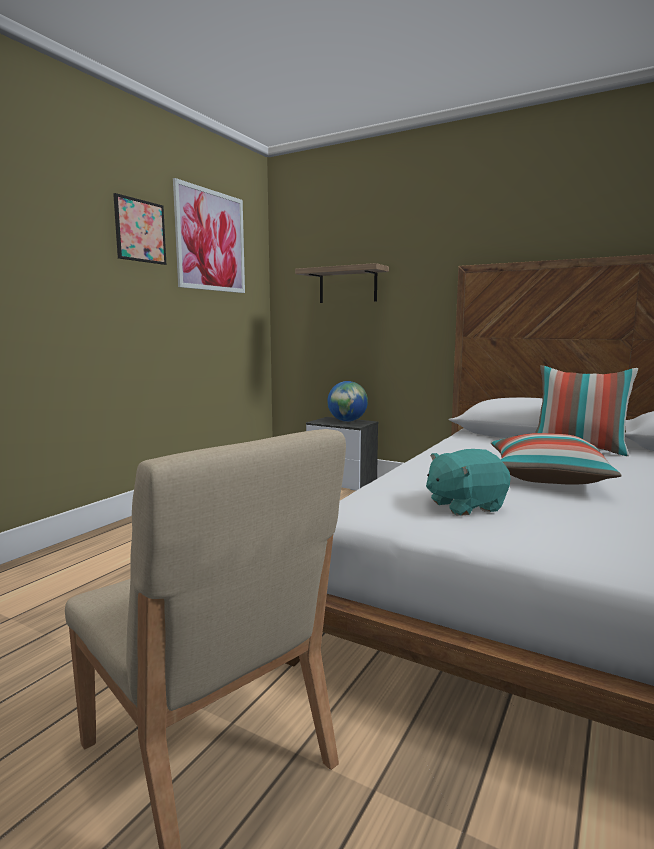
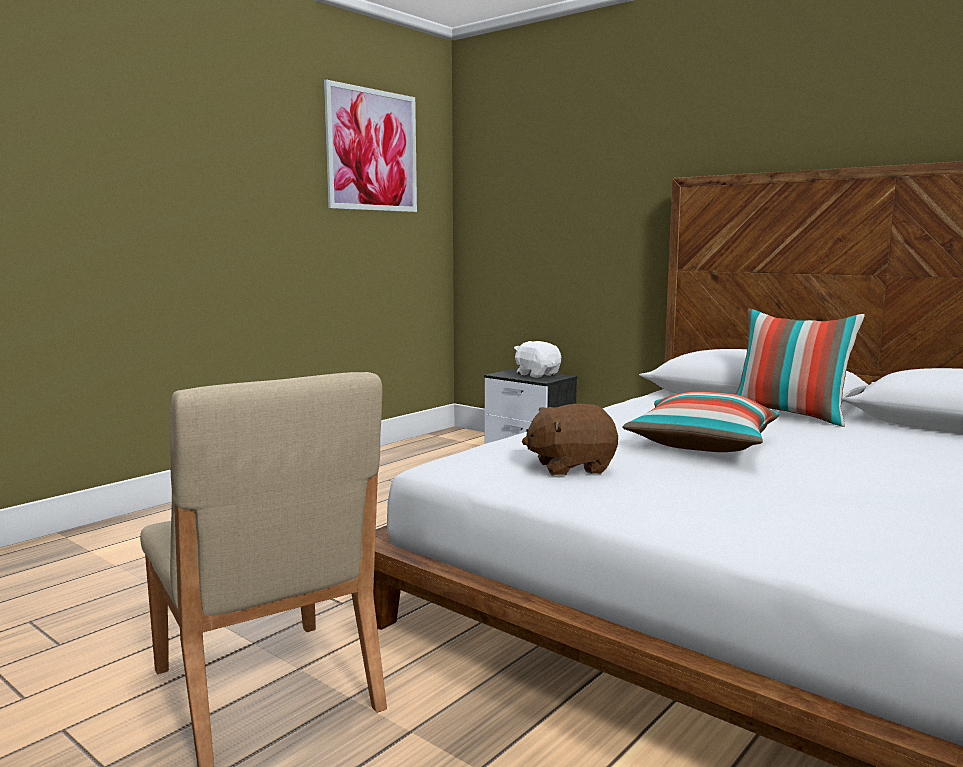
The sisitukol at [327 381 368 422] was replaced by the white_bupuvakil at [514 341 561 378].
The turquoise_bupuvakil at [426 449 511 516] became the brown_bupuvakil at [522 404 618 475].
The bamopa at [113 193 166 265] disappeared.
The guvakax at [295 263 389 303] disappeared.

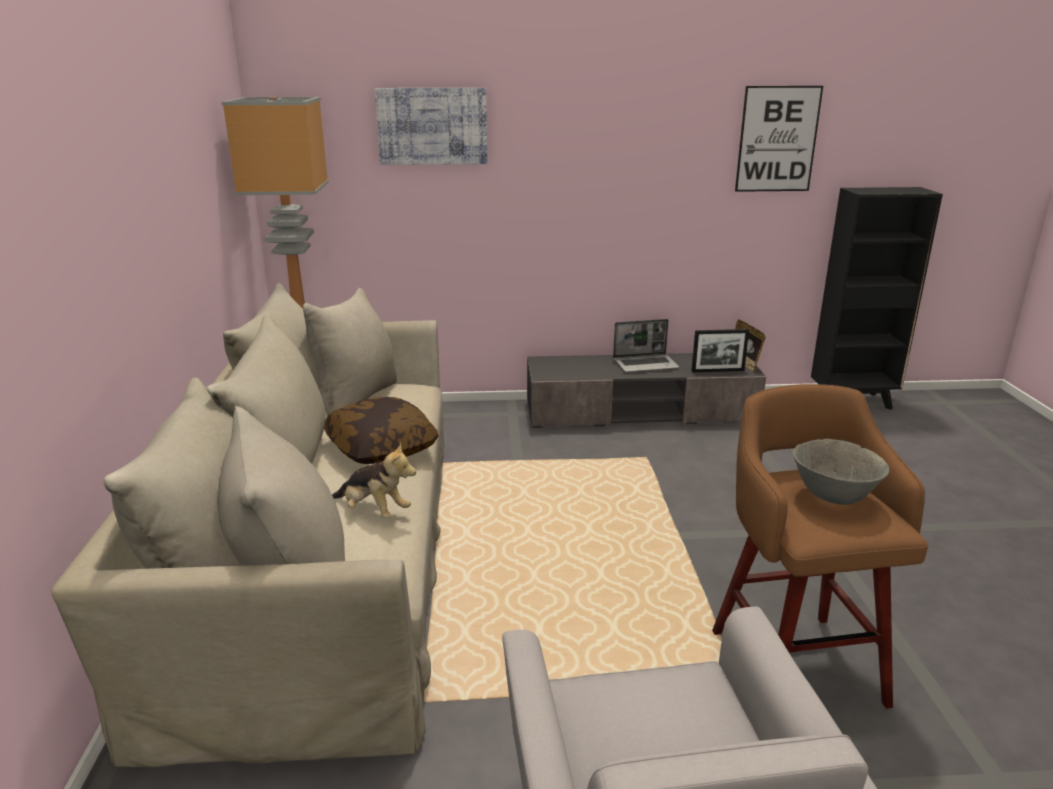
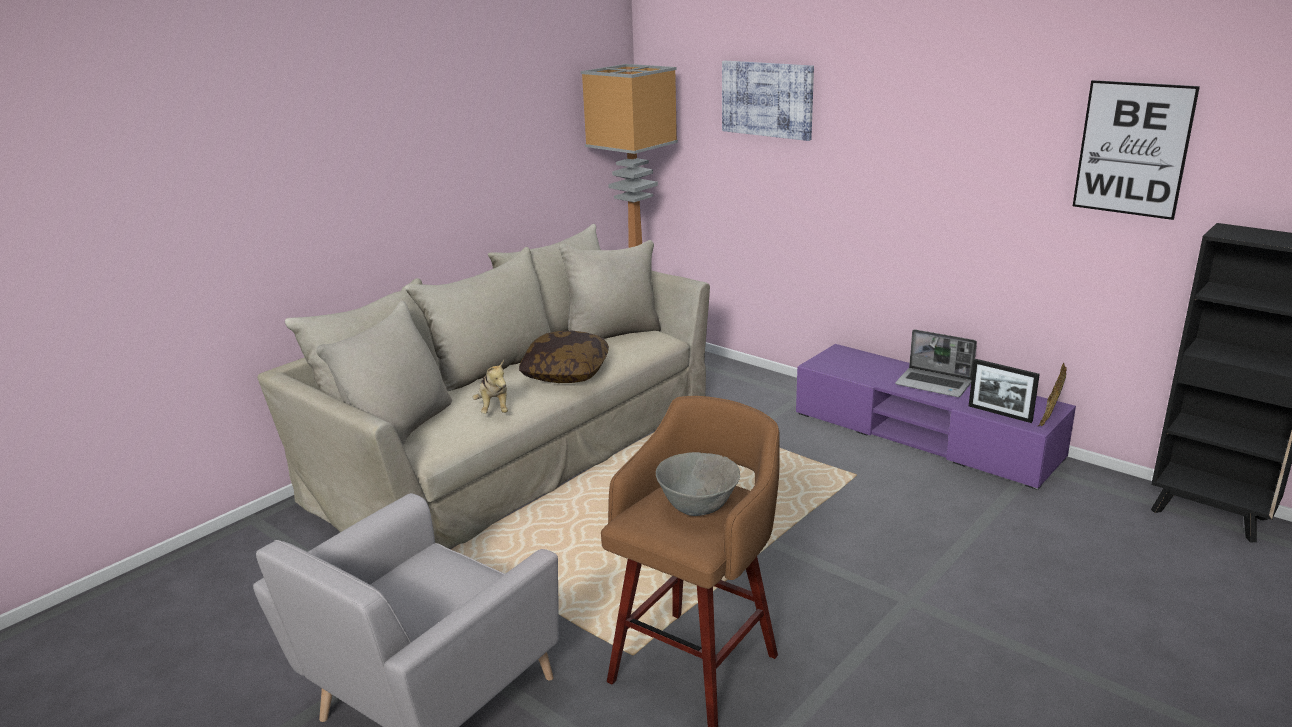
The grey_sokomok at [527 353 766 428] became the purple_sokomok at [796 344 1076 490].

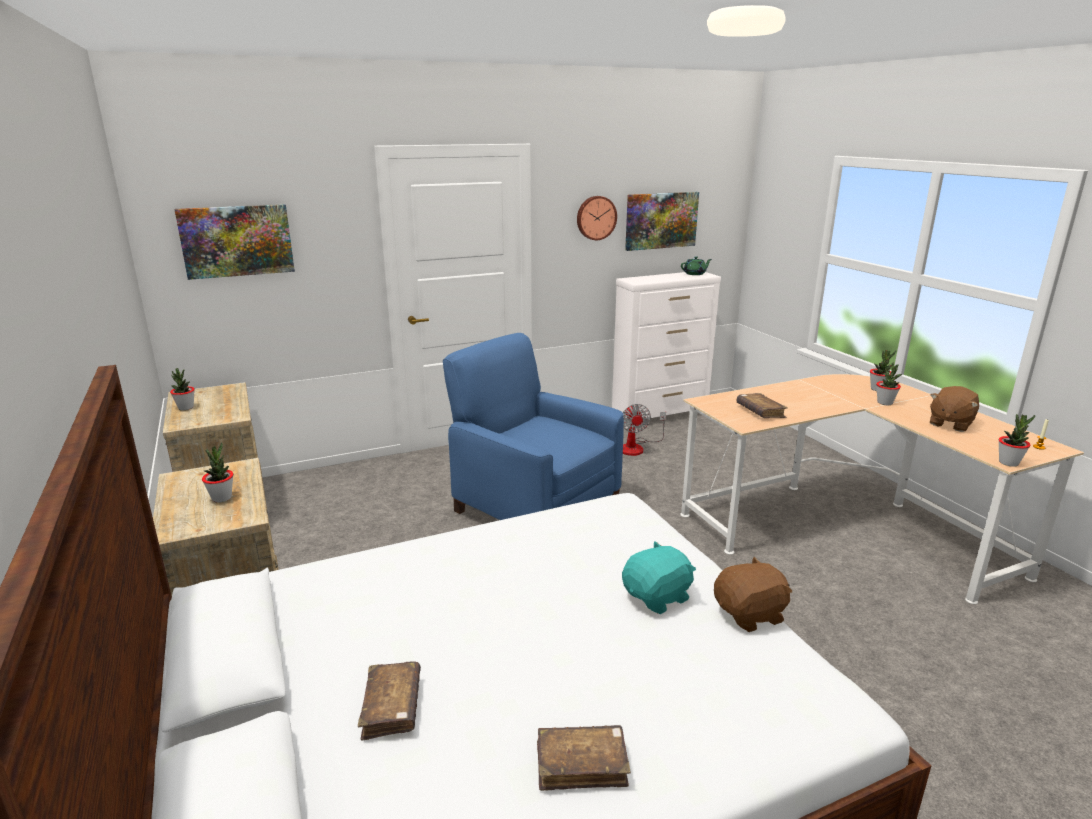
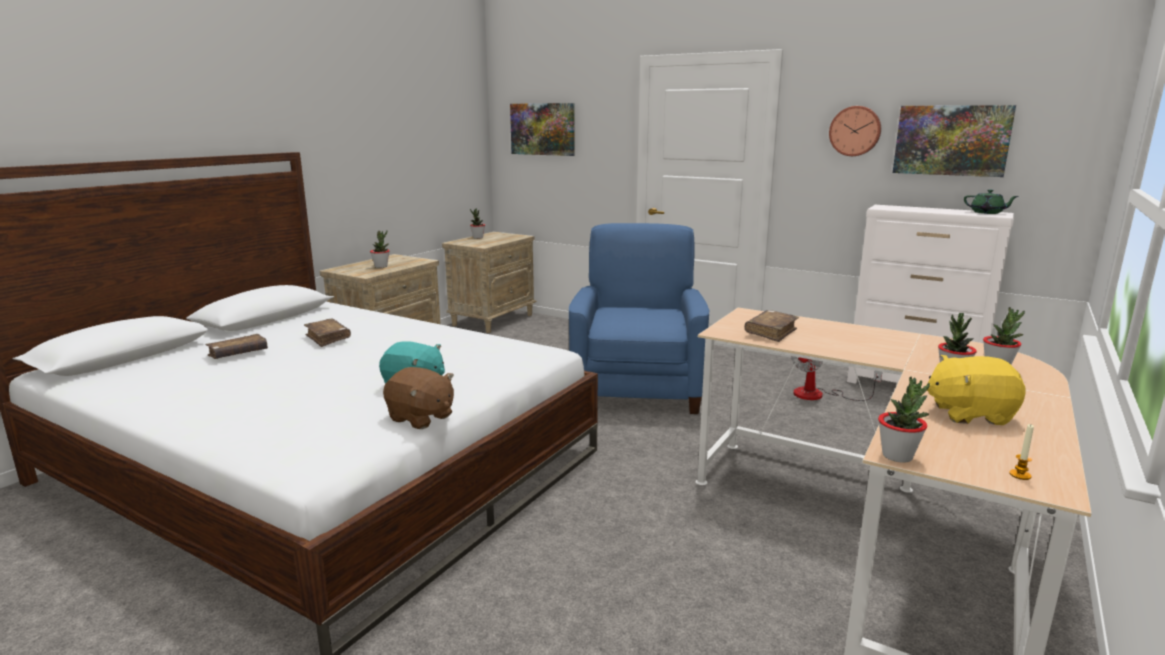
The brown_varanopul moved from [537 725 631 791] to [304 319 351 347].
The brown_bupuvakil at [930 386 979 432] became the yellow_bupuvakil at [927 355 1026 425].

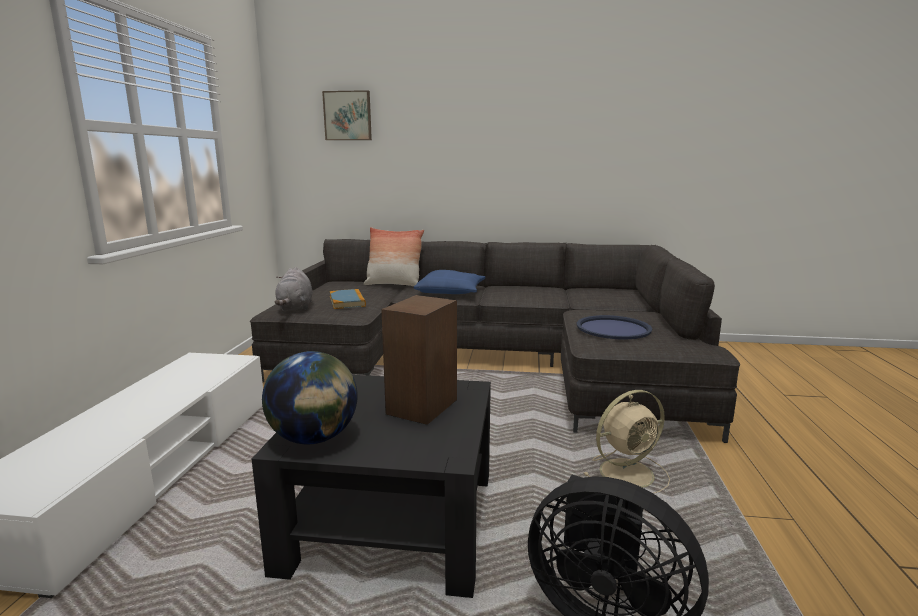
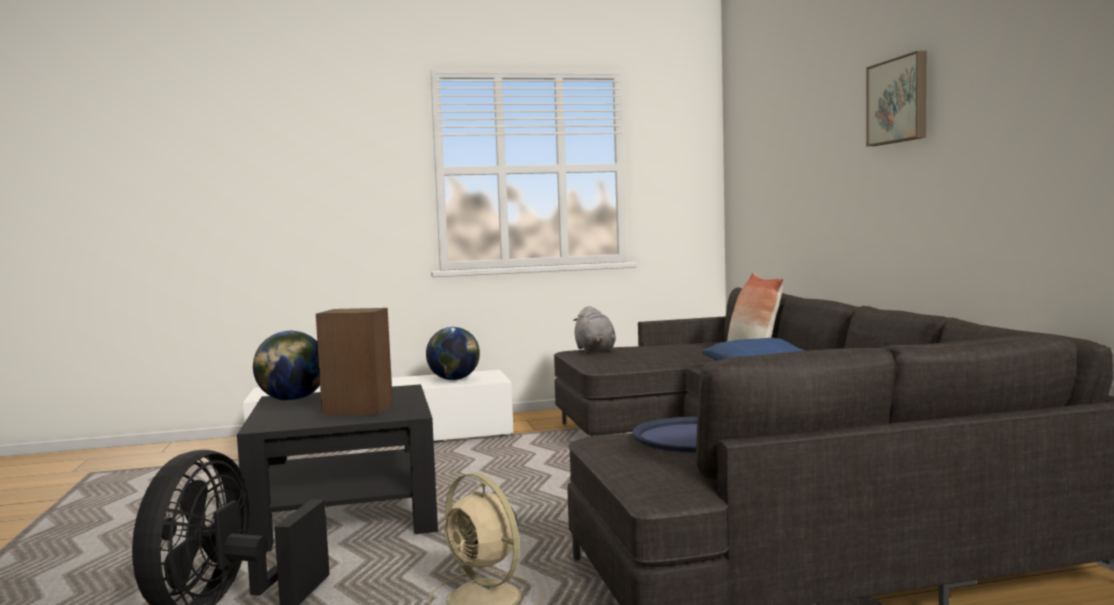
The sisitukol at [426 327 480 380] appeared.
The grey_bupuvakil at [275 267 312 311] turned 75 degrees counterclockwise.
The bamopa moved from [322 90 372 140] to [866 51 927 146].
The varanopul at [329 289 366 309] disappeared.

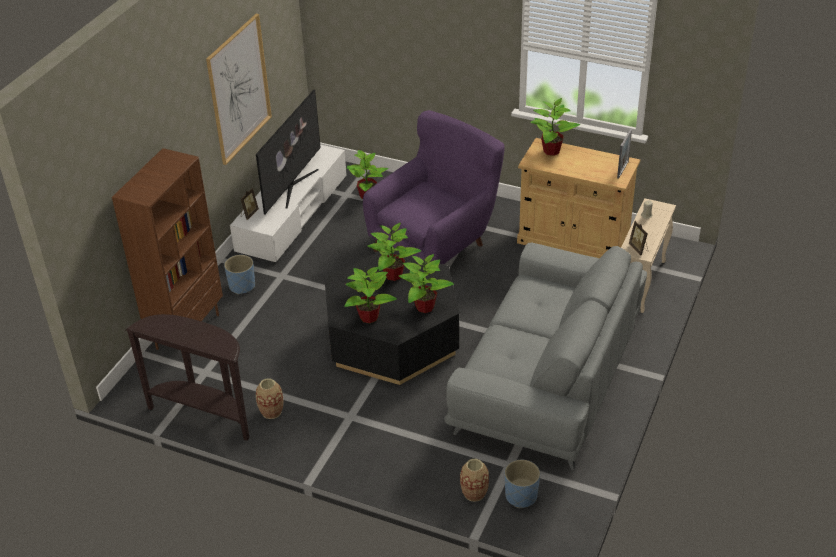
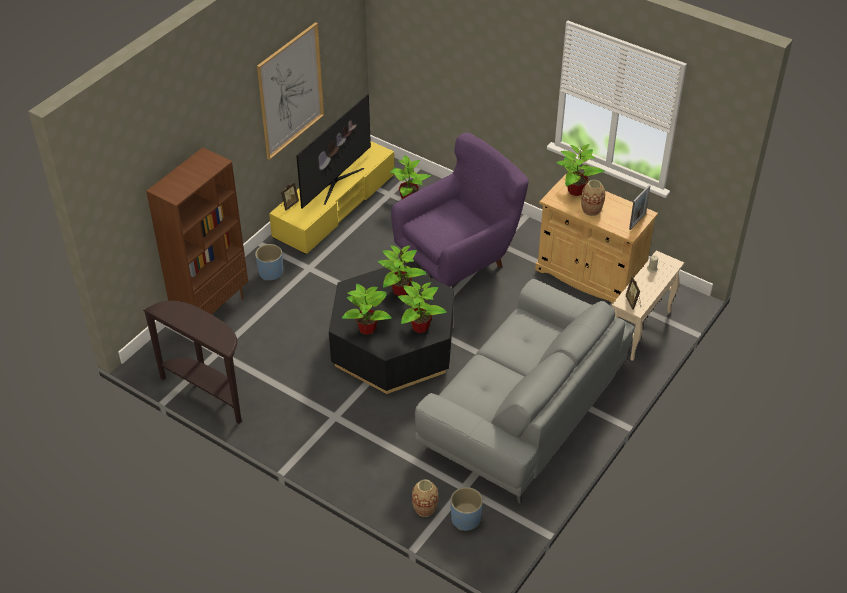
The white_sokomok at [230 145 347 263] became the yellow_sokomok at [269 141 394 254].
The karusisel moved from [256 378 284 419] to [581 180 605 216].

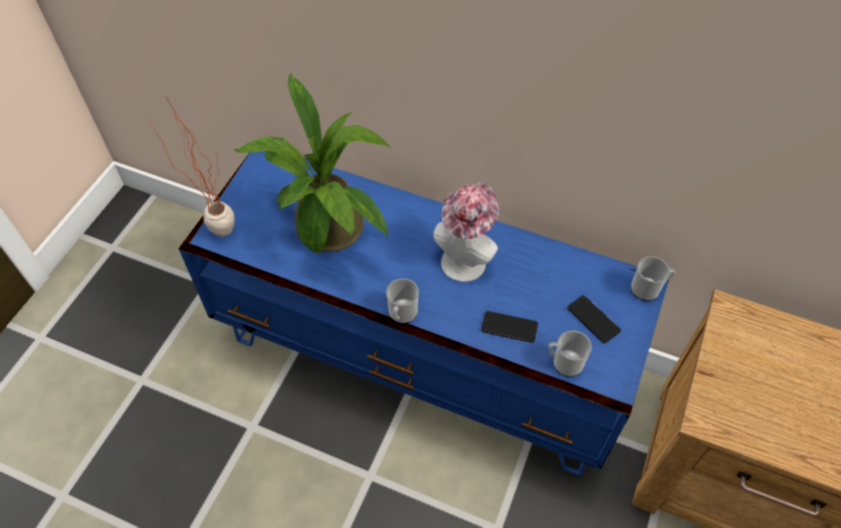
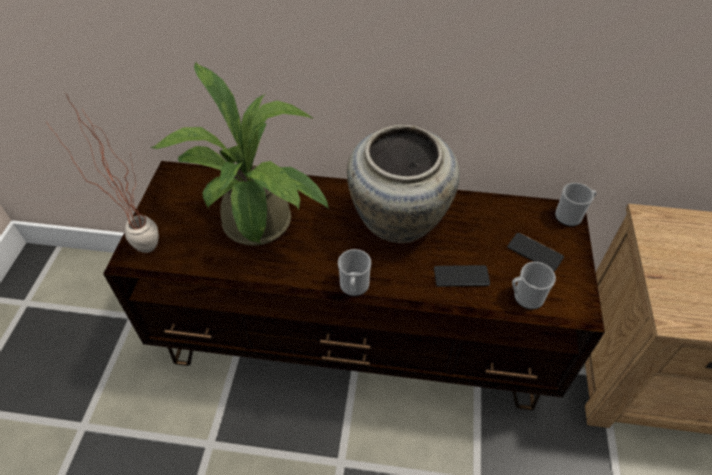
The blue_sokomok at [179 151 669 476] became the brown_sokomok at [103 161 605 410].
The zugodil at [433 183 499 282] was replaced by the beige_karusisel at [347 125 460 243].

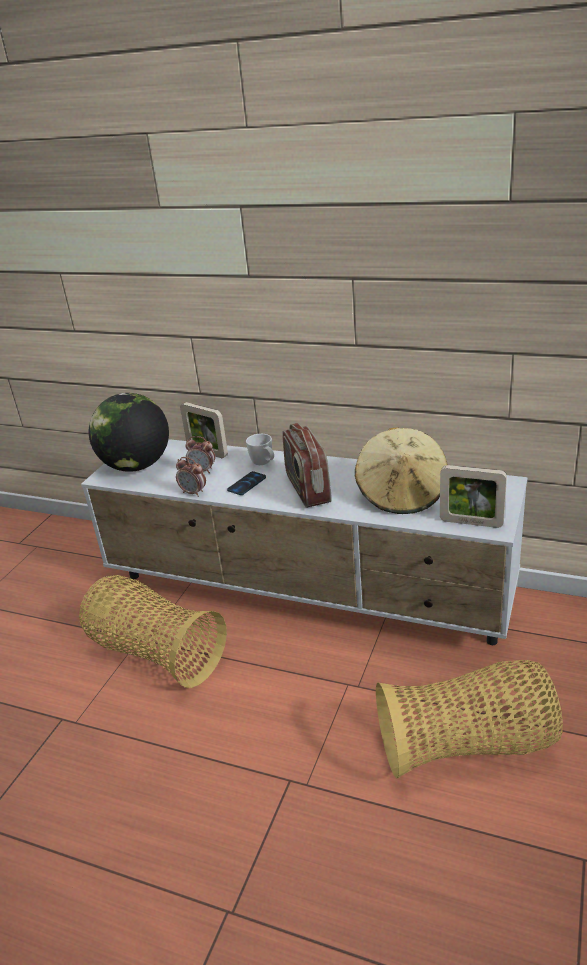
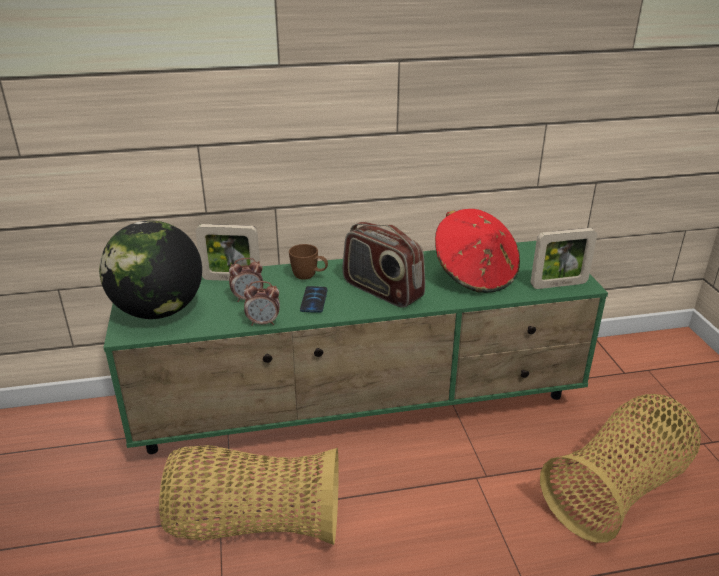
The white_sokomok at [81 439 528 645] became the green_sokomok at [103 241 608 454].
The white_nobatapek at [246 434 274 465] became the brown_nobatapek at [289 244 328 280].
The beige_zugodil at [355 427 448 514] became the red_zugodil at [435 209 520 293].

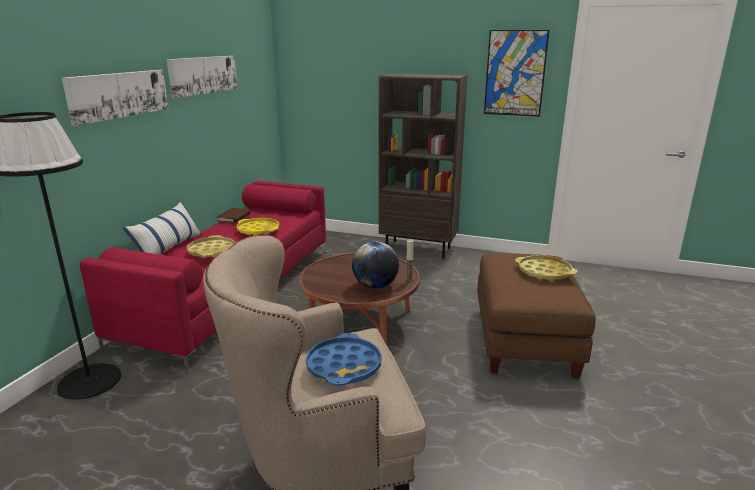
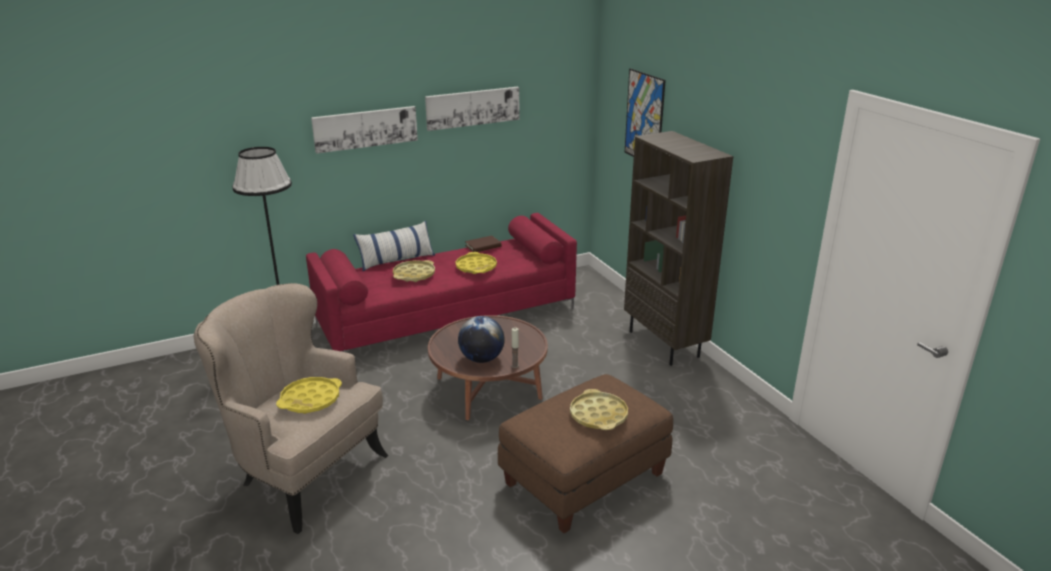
The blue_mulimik at [306 333 382 386] became the yellow_mulimik at [276 377 342 414].
The bamopa moved from [484 30 550 116] to [625 69 666 157].

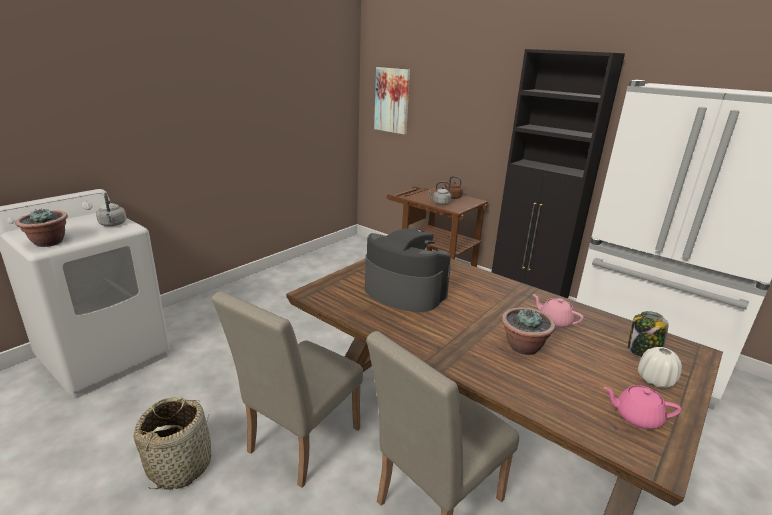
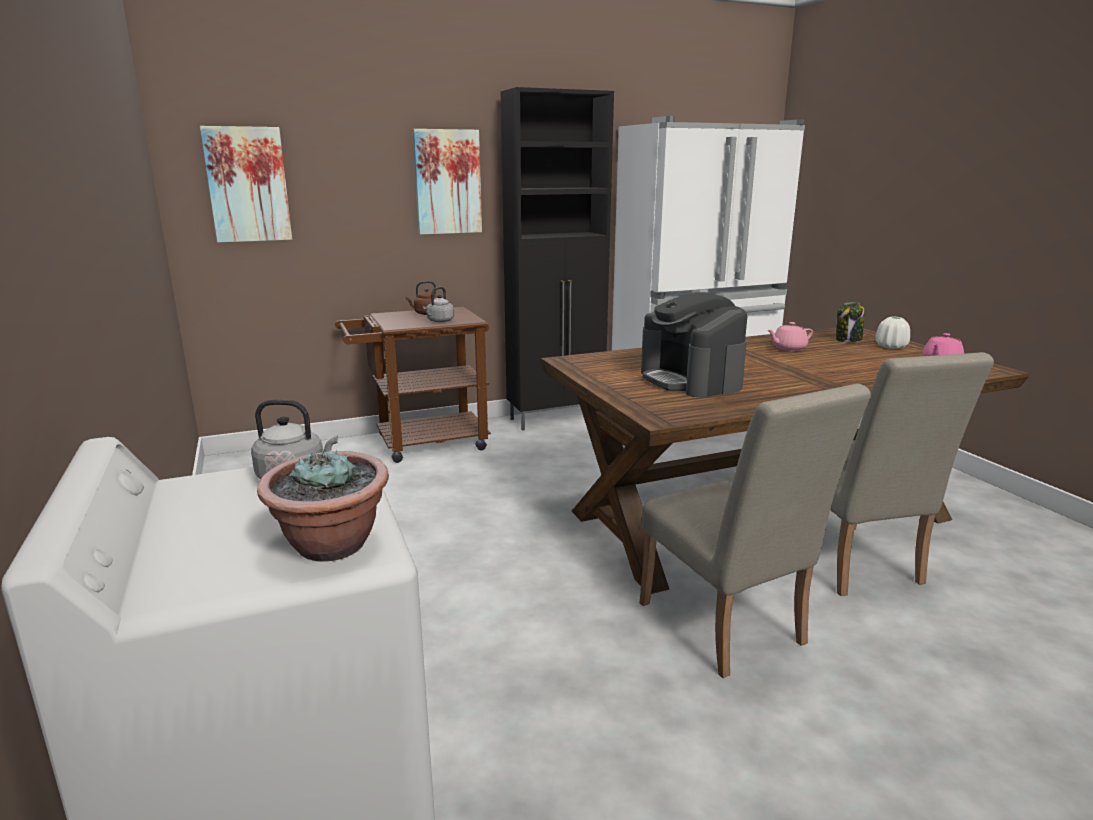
The bamopa at [413 129 482 235] appeared.
The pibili at [365 228 451 312] turned 90 degrees counterclockwise.
The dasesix at [134 397 211 490] disappeared.
The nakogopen at [502 307 556 355] disappeared.

